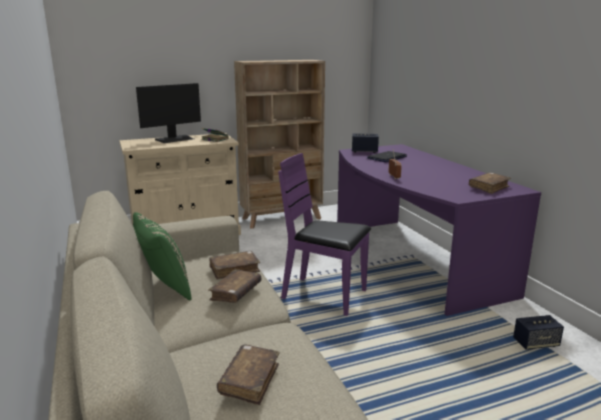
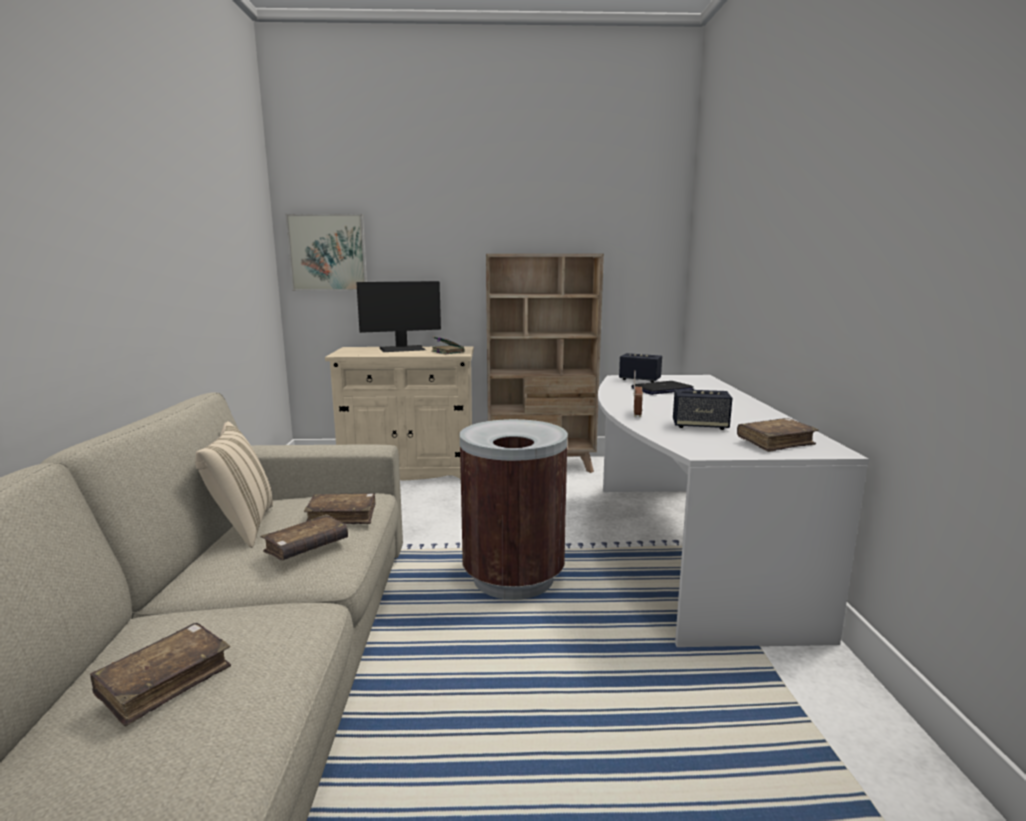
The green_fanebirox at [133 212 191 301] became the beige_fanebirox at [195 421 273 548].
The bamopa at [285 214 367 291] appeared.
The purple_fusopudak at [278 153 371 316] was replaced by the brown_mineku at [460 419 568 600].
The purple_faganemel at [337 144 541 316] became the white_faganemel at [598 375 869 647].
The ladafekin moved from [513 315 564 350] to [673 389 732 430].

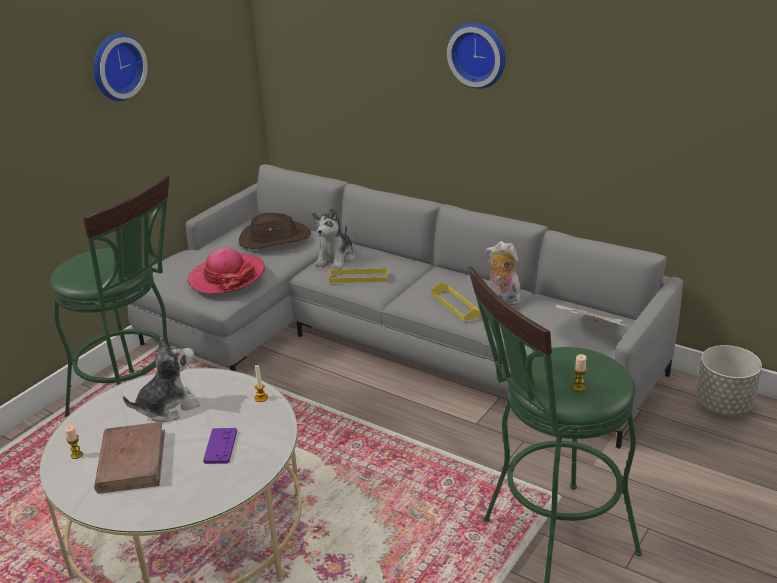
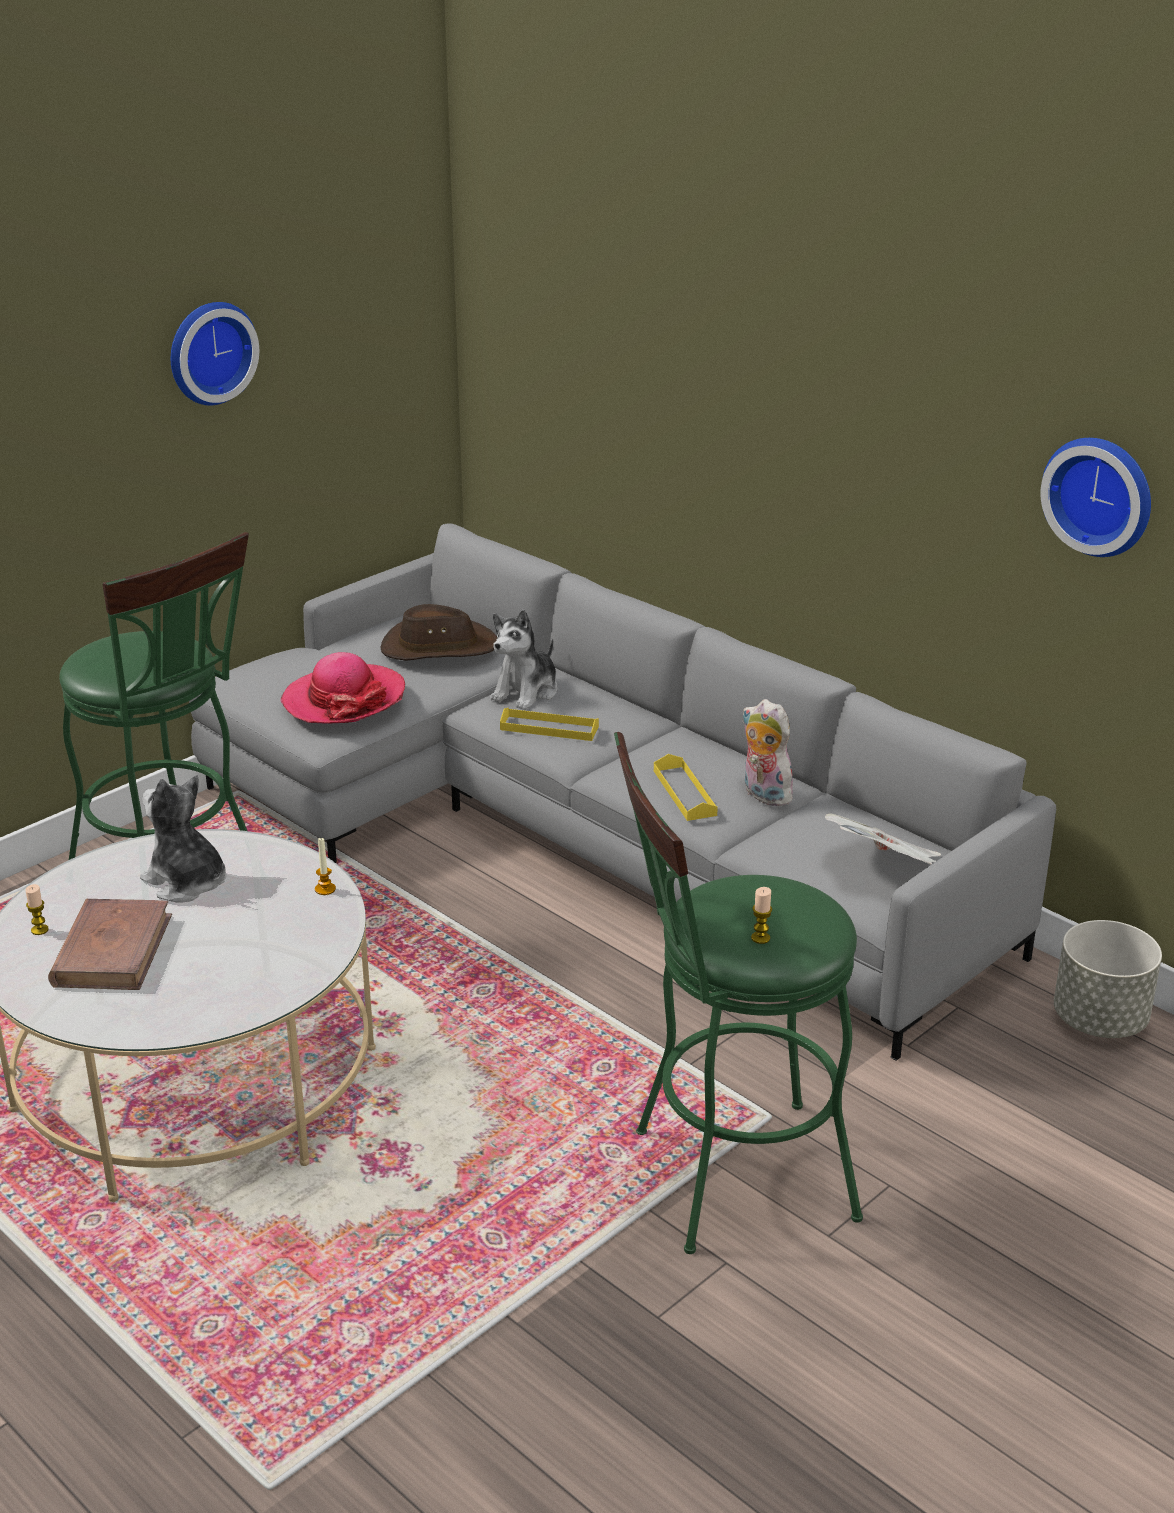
The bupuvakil at [123 337 200 422] turned 120 degrees counterclockwise.
The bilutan moved from [447 23 506 89] to [1040 438 1151 557].
The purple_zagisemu at [203 428 237 464] disappeared.

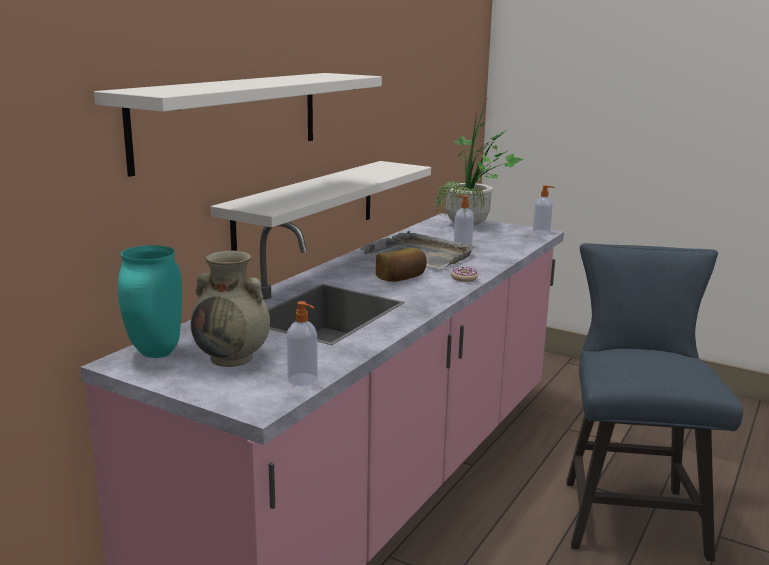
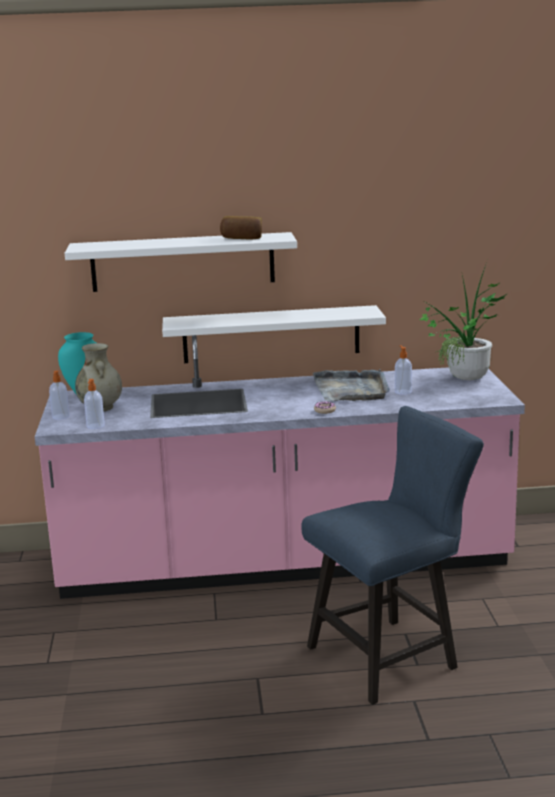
The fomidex moved from [533 185 555 235] to [49 370 69 420].
The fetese moved from [376 248 427 282] to [220 216 262 239].

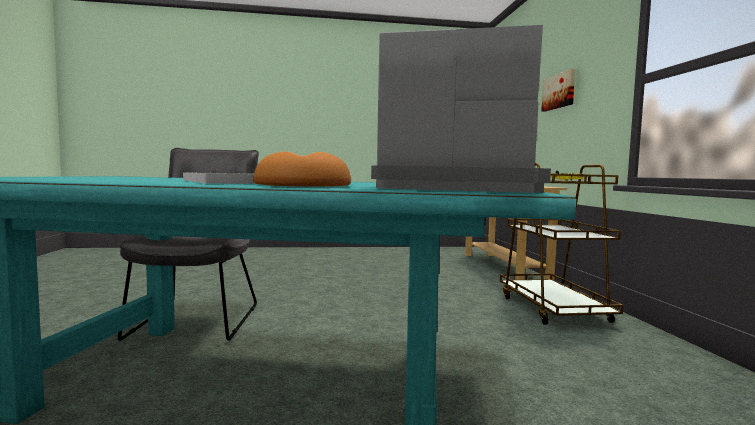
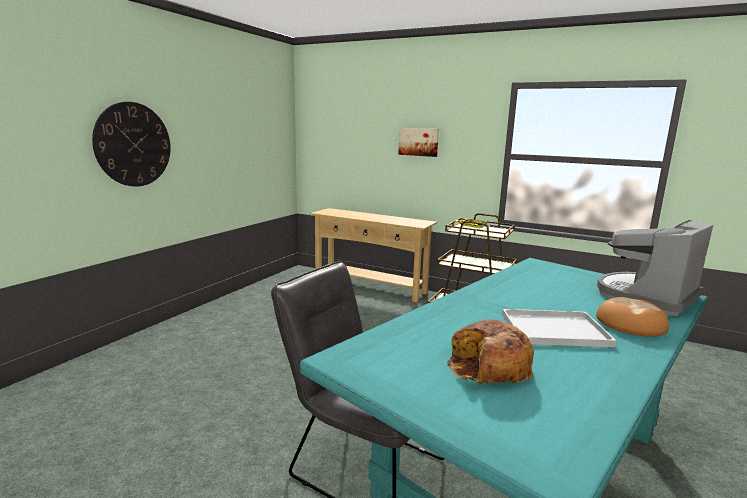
The bilutan at [92 102 171 187] appeared.
The fetese at [446 319 534 384] appeared.

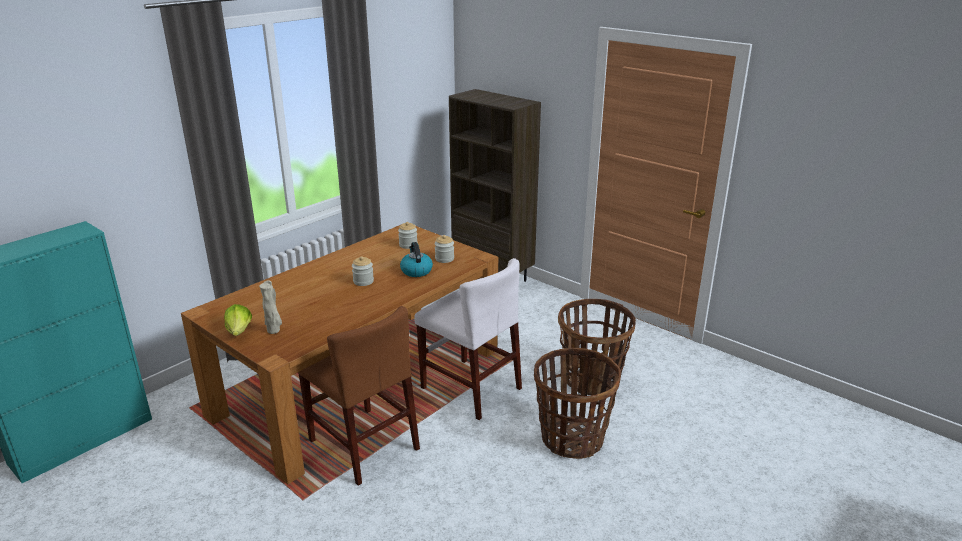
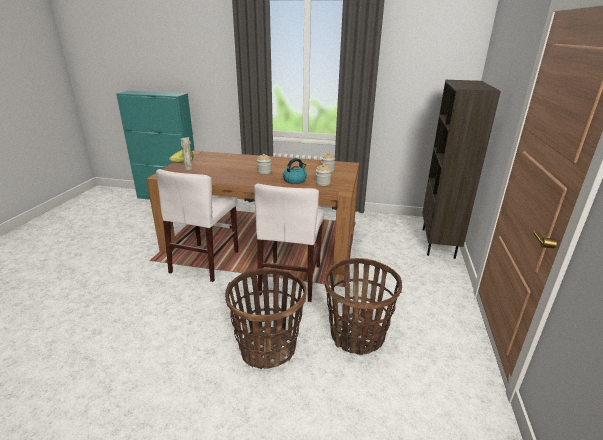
The brown_fusopudak at [298 306 420 486] became the white_fusopudak at [156 169 238 282].

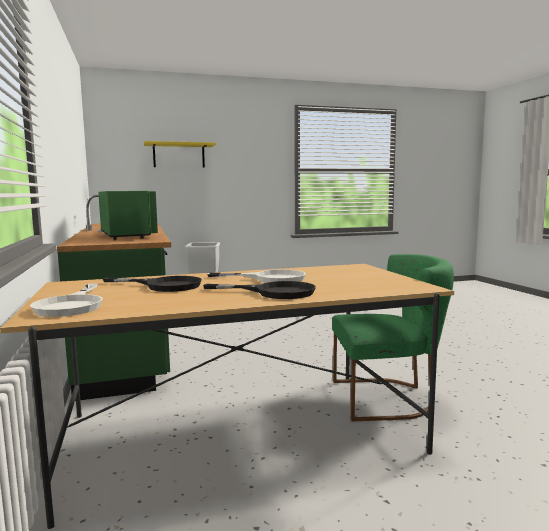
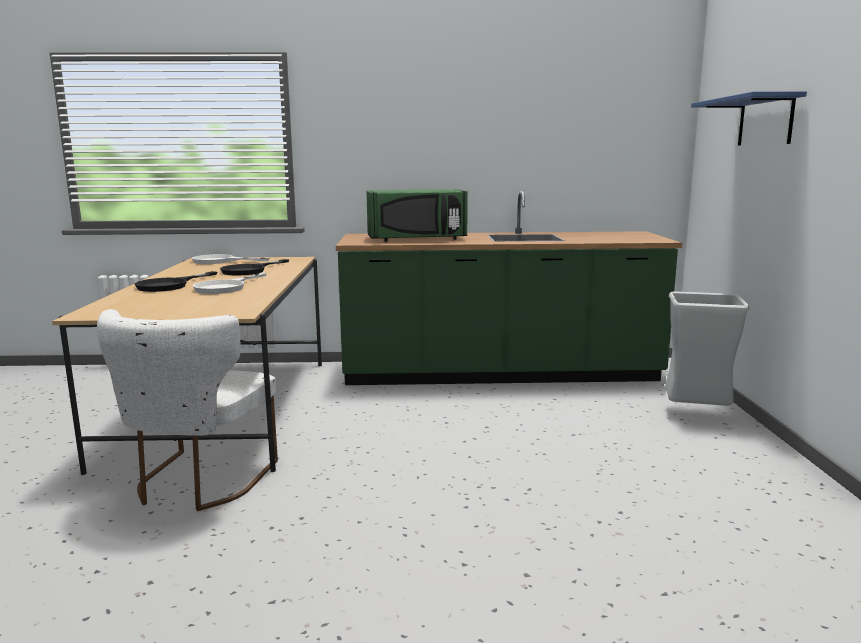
The green_fusopudak at [332 254 454 422] became the white_fusopudak at [97 309 278 511].
The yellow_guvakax at [144 141 216 168] became the blue_guvakax at [691 91 807 146].

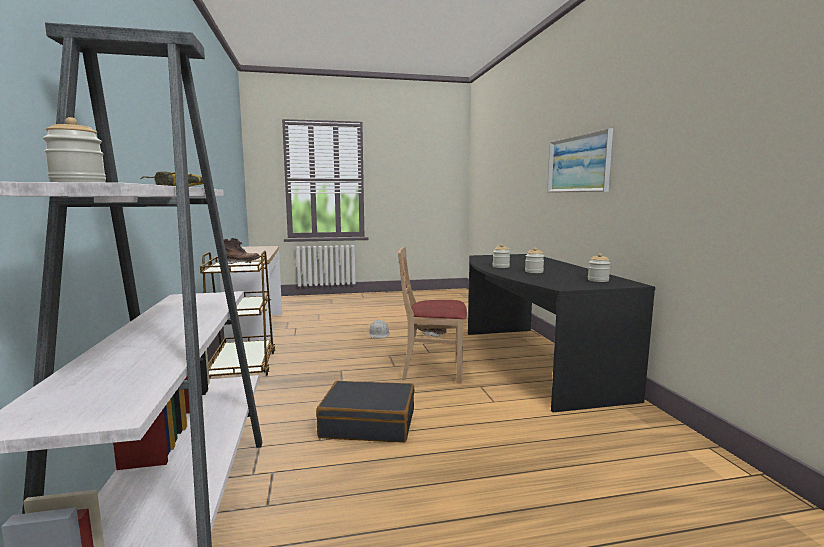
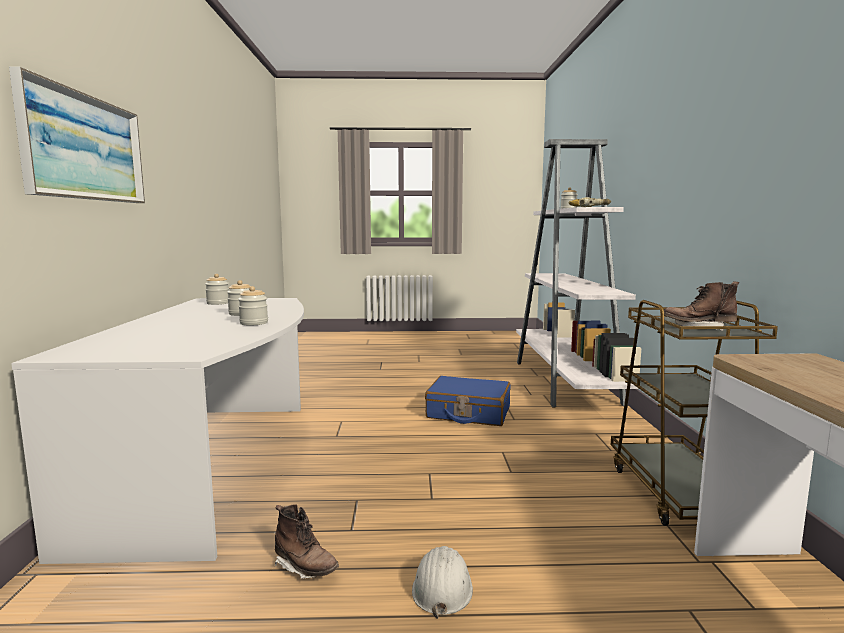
The black_faganemel at [468 254 655 412] became the white_faganemel at [11 298 304 564].
The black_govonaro at [316 381 415 442] became the blue_govonaro at [425 376 511 426].
The beige_fusopudak at [398 247 467 384] disappeared.

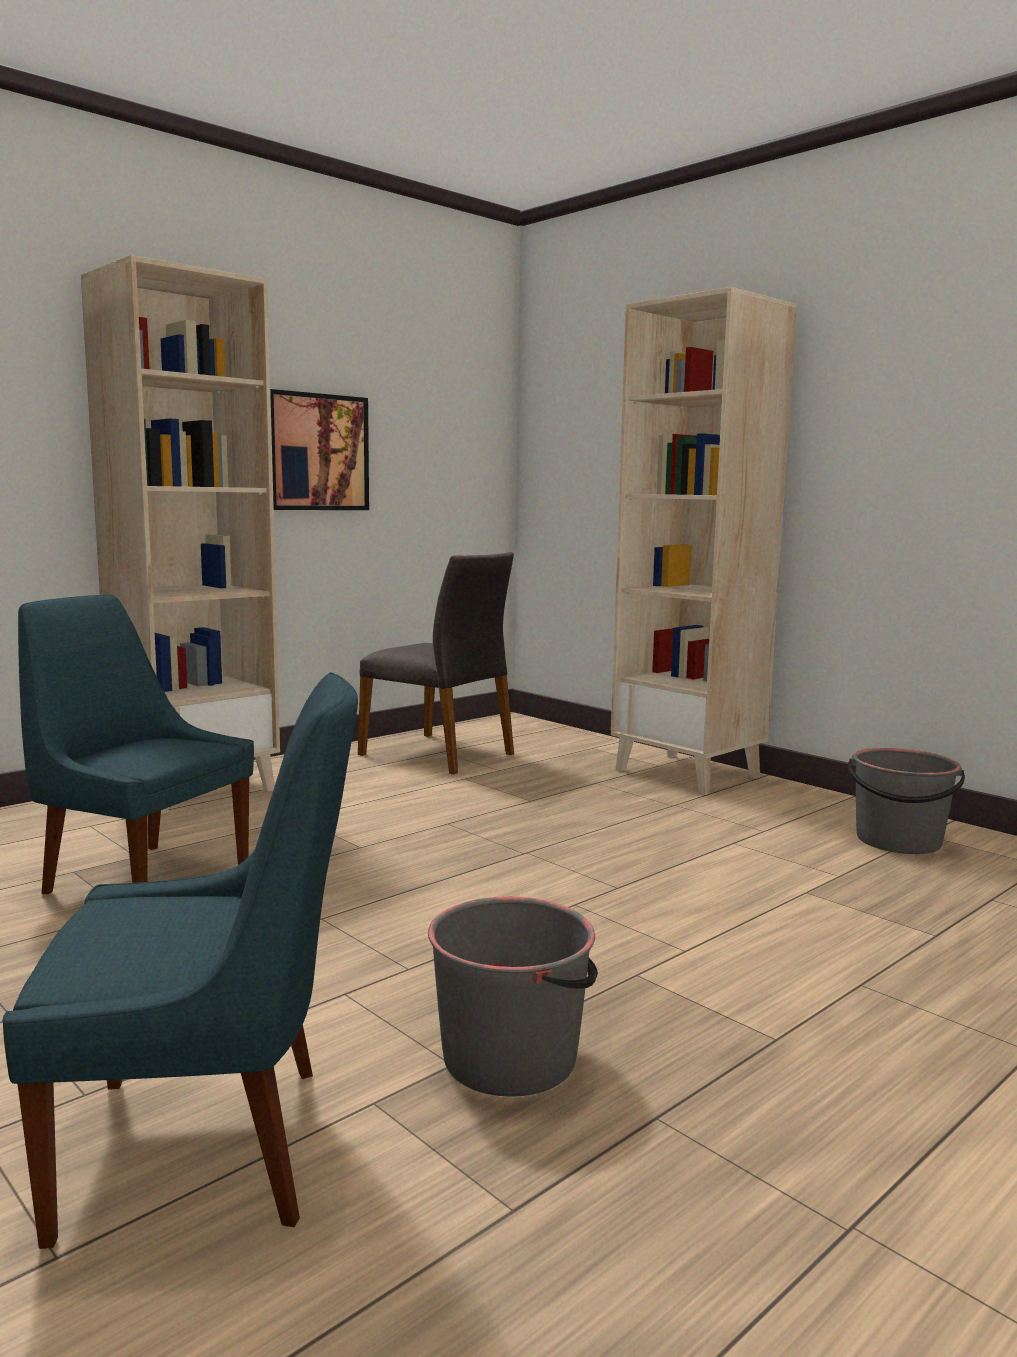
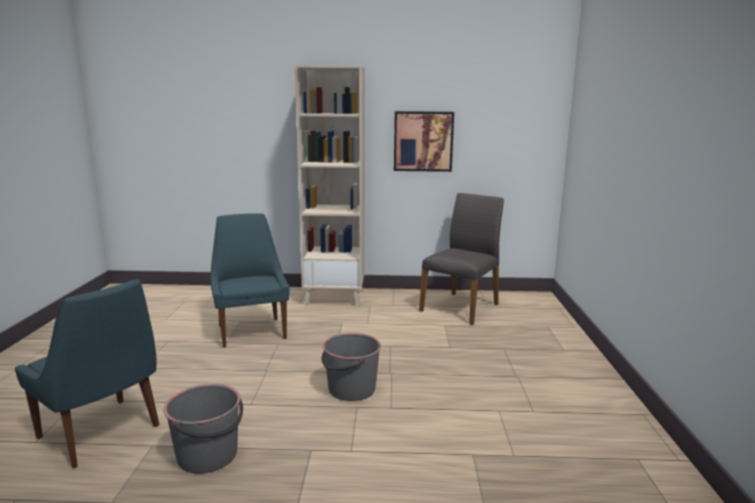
The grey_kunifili moved from [848 748 965 854] to [322 333 381 401].
The grey_fusopudak at [358 552 514 774] turned 135 degrees counterclockwise.
The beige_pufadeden at [611 287 797 795] disappeared.

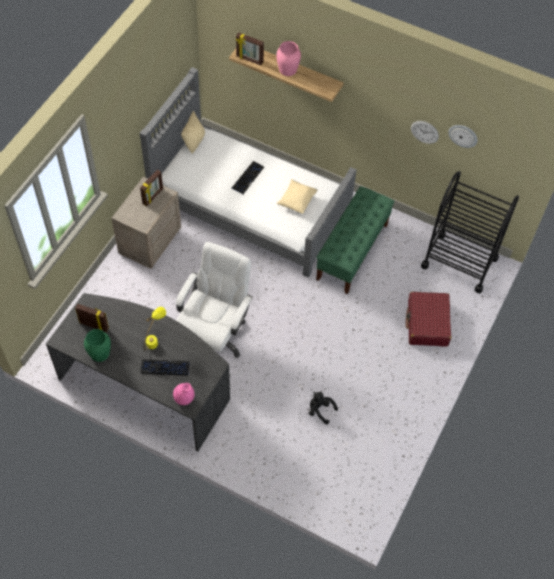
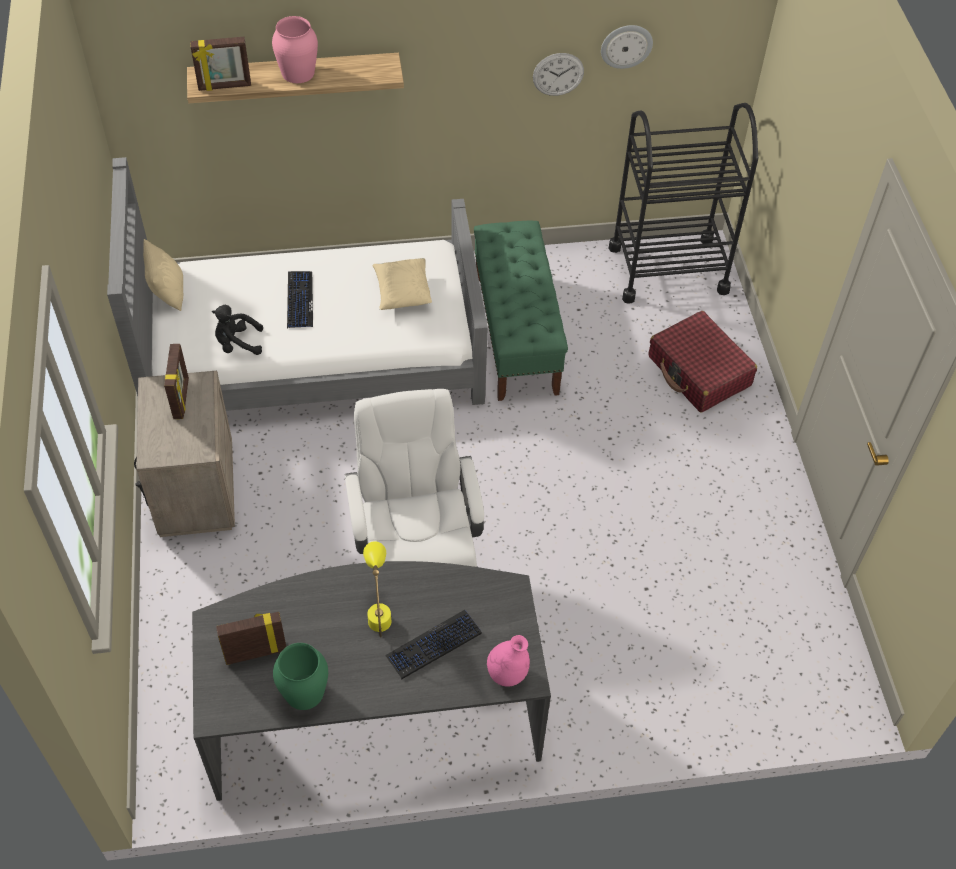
The black_bupuvakil moved from [309 392 338 424] to [212 305 263 355].

